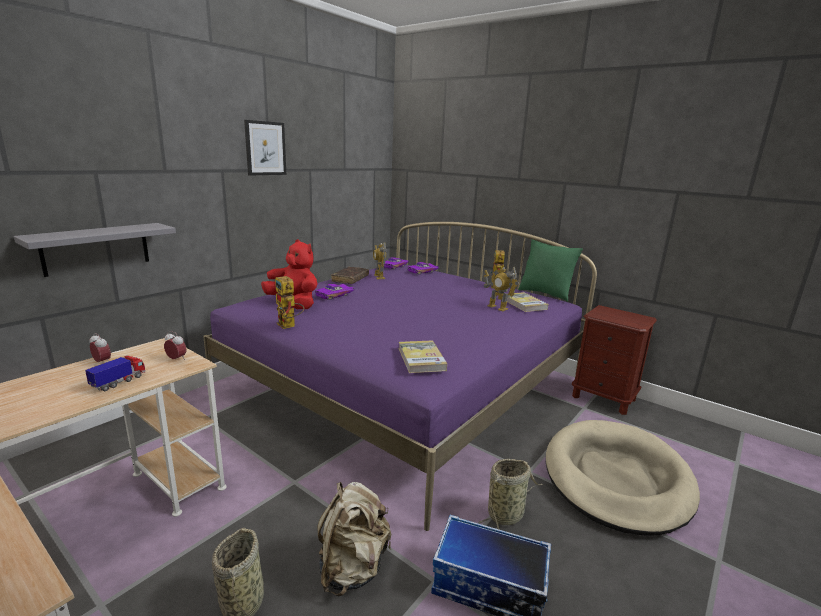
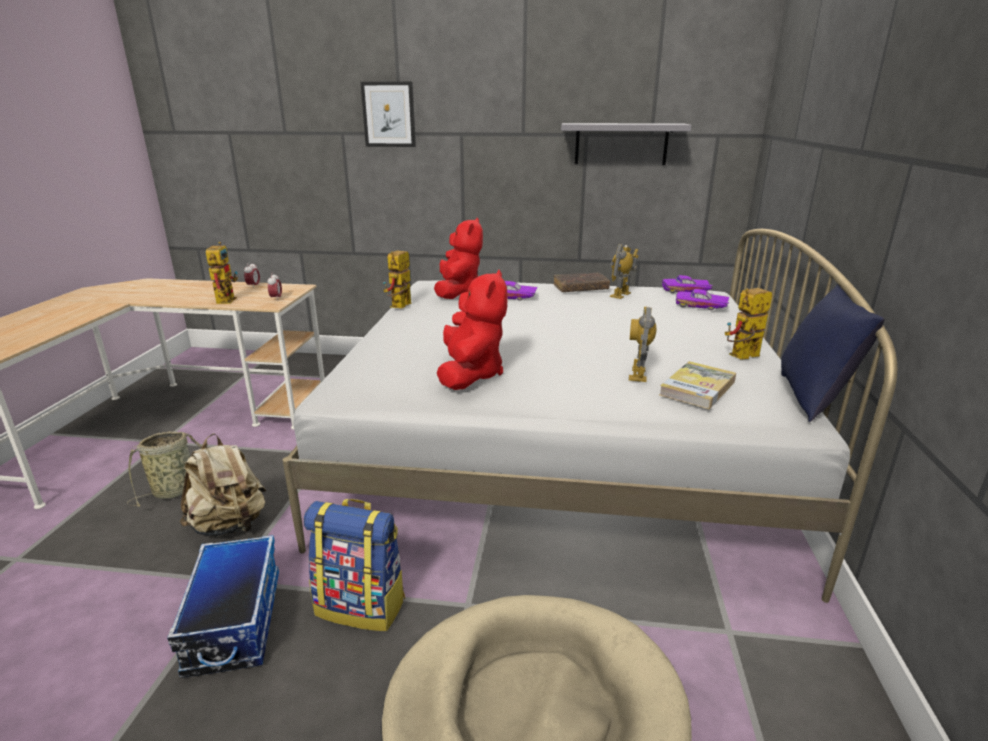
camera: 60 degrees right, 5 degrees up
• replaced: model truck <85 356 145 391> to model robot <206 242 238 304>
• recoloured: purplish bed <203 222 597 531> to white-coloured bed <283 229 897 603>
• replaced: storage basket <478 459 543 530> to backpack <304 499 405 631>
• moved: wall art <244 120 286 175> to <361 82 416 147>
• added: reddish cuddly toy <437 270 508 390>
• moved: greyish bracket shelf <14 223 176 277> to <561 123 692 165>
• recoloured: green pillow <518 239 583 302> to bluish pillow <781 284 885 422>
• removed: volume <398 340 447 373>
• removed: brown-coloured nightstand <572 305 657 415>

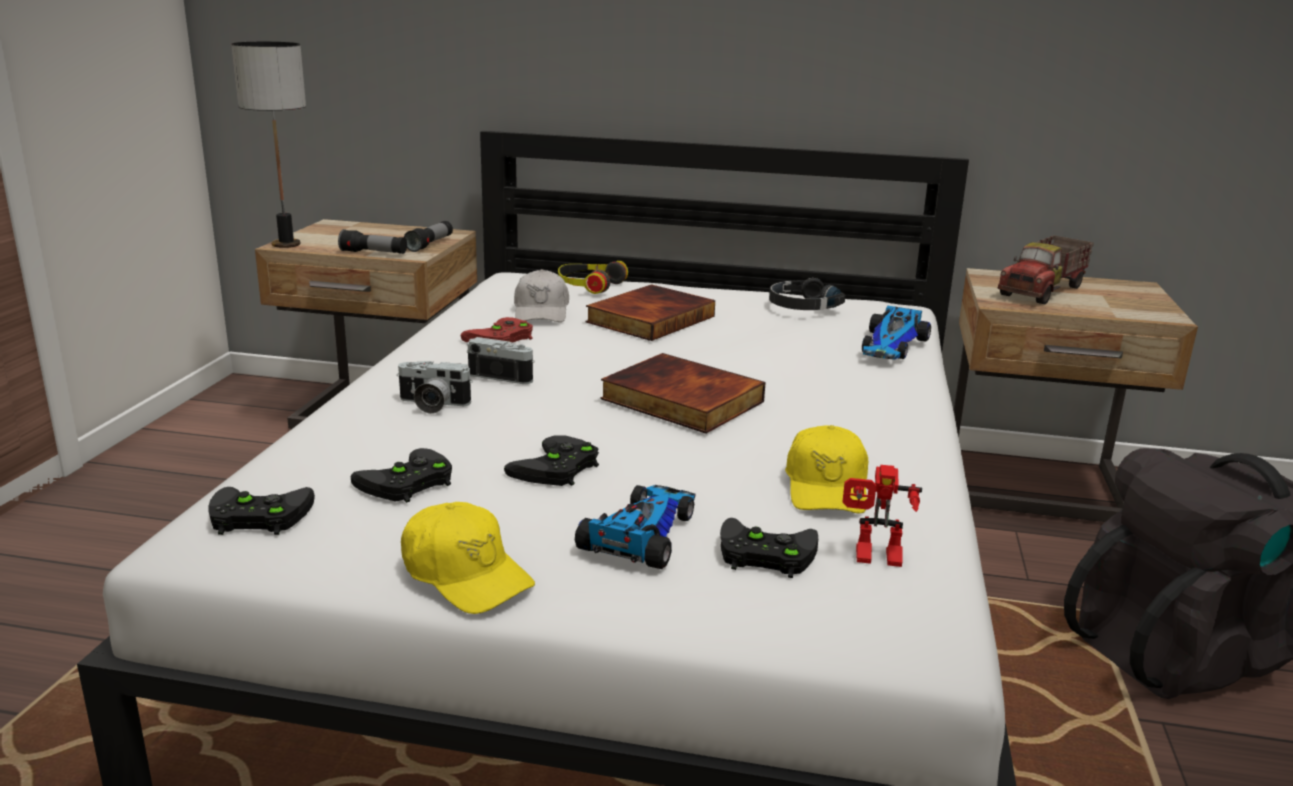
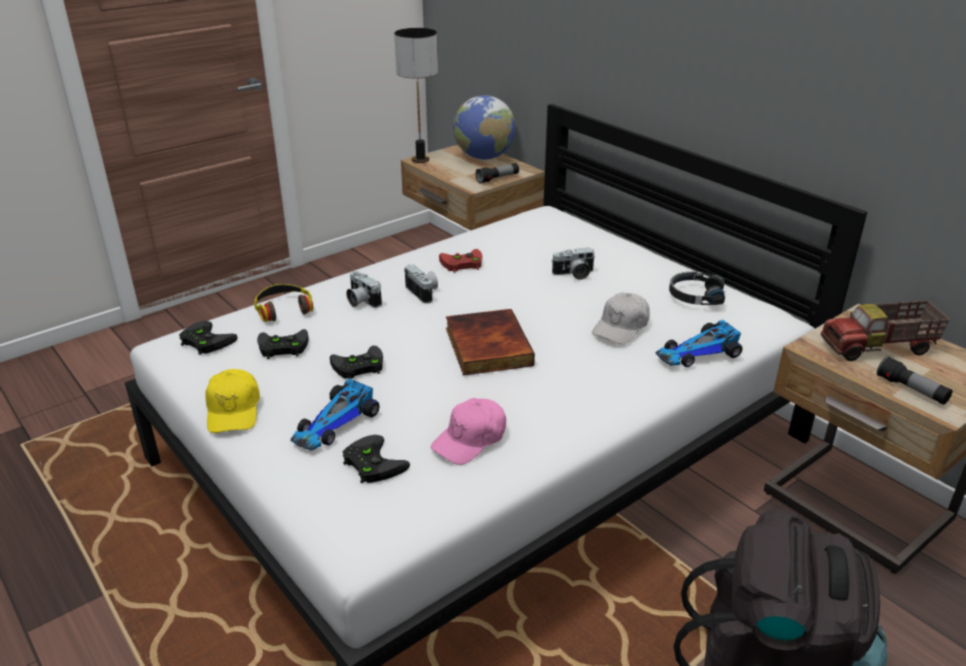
camera: 40 degrees right, 10 degrees up
• moved: headset <558 261 628 294> to <254 284 313 322>
• turned: model car <575 485 695 569> = <290 378 380 451> 150 degrees clockwise
• recoloured: yellowish peaked cap <785 425 868 514> to pink peaked cap <431 398 506 465>
• added: world globe <453 95 516 160>
• replaced: volume <585 284 715 341> to photo camera <551 248 595 280>
• moved: white-coloured peaked cap <514 269 569 322> to <592 293 650 344>
• moved: flashlight <338 229 407 254> to <877 356 953 405>
• removed: model robot <843 465 922 567>

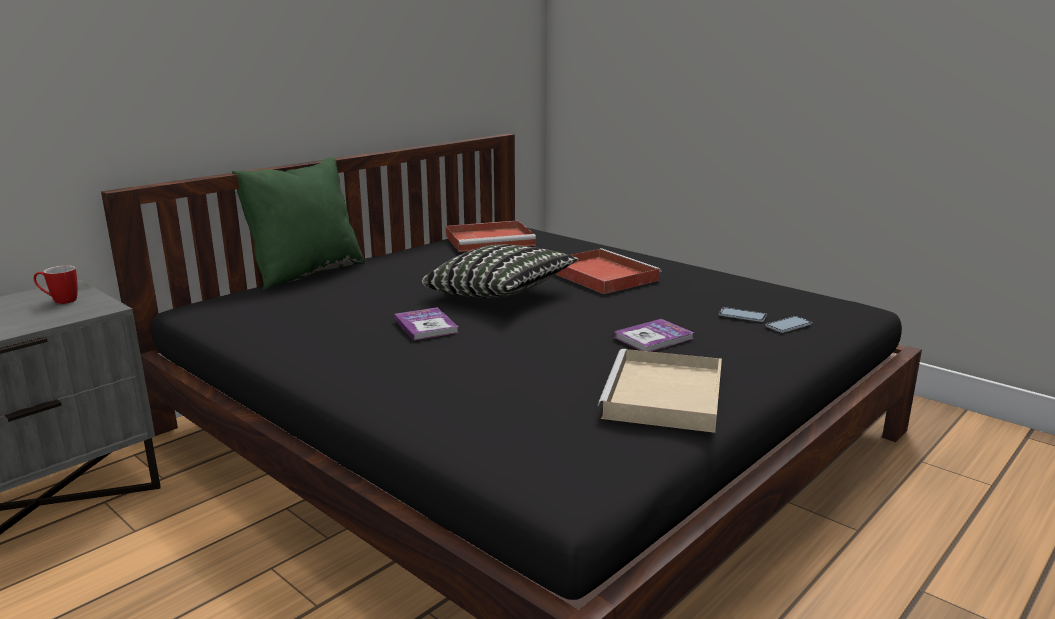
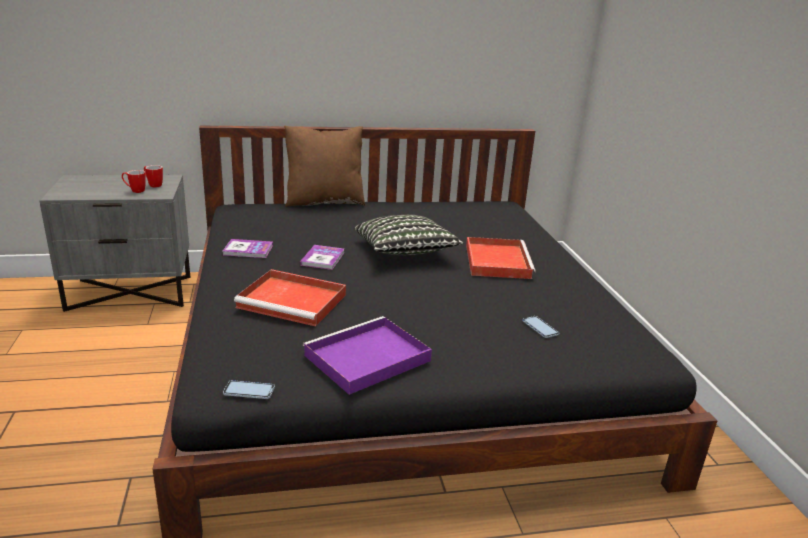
camera: 35 degrees right, 5 degrees up
• added: tea mug <122 170 146 193>
• moved: volume <614 319 694 352> to <223 239 273 258>
• moved: handset <766 316 812 333> to <223 380 275 399>
• moved: reddish tray <445 220 536 252> to <234 269 346 327>
• recoloured: green pillow <232 157 365 290> to brown-coloured pillow <284 125 365 207>
• recoloured: sand-coloured tray <598 349 722 433> to purplish tray <303 316 432 395>

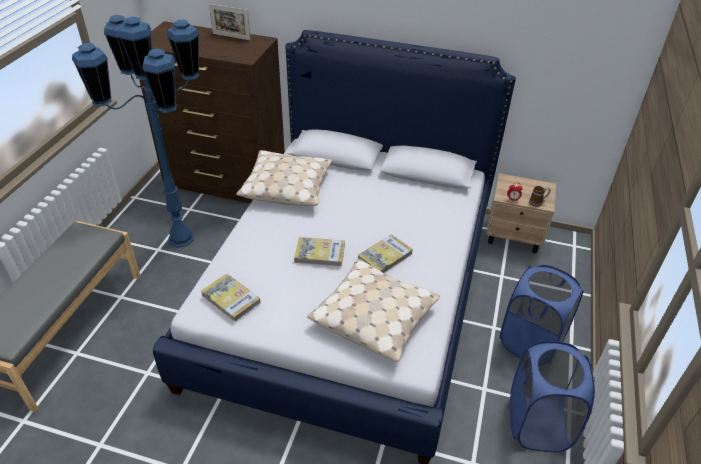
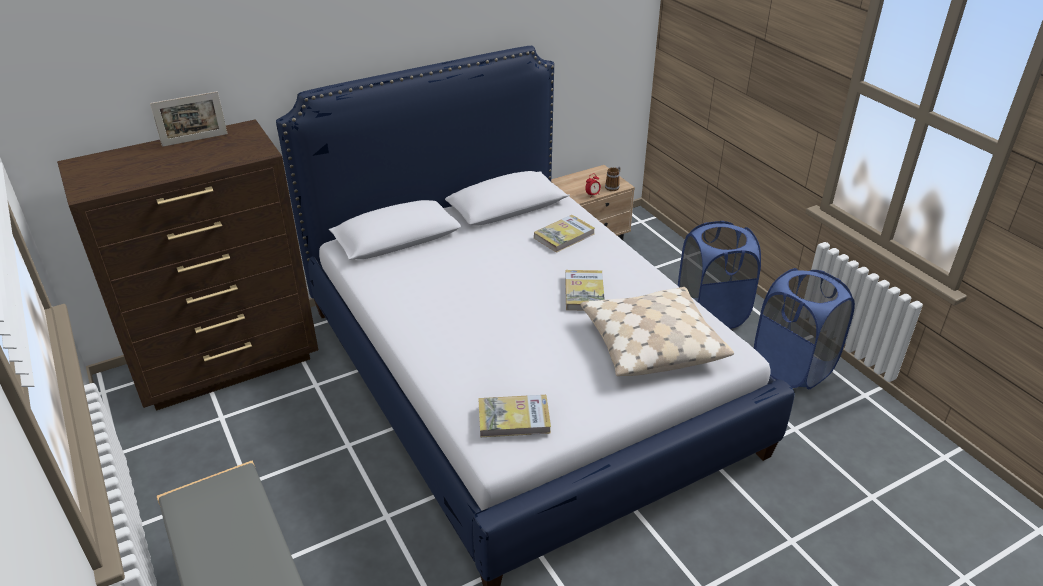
camera: 45 degrees left, 5 degrees down
• moved: volume <294 237 345 267> to <534 215 595 253>
• removed: bluish standing lamp <72 15 199 248>
• removed: sand-coloured pillow <236 150 332 206>

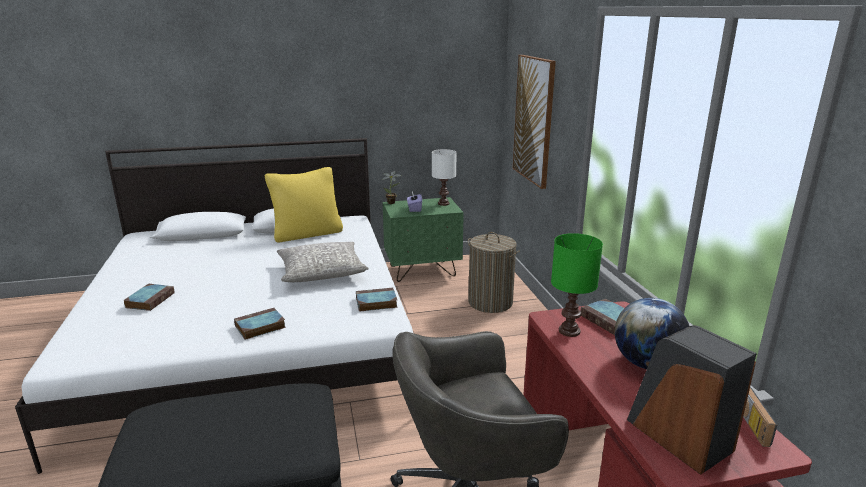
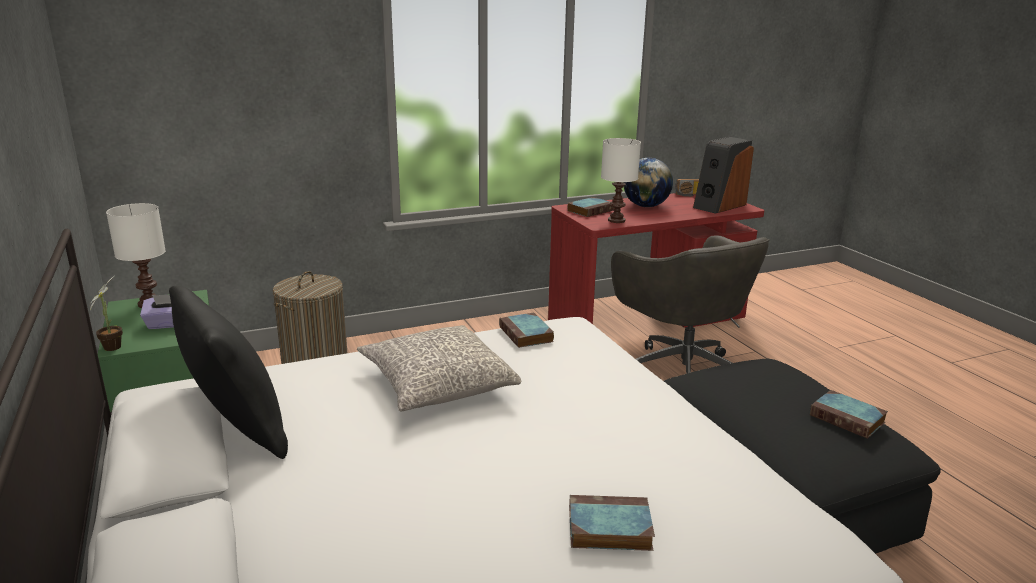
camera: 100 degrees left, 0 degrees up
• recoloured: yellowish pillow <265 167 343 242> to black-coloured pillow <169 286 288 459>
• recoloured: green table lamp <551 233 603 337> to white-coloured table lamp <601 138 641 223>
• moved: volume <234 308 286 340> to <809 390 888 439>
• removed: wall art <513 55 556 189>

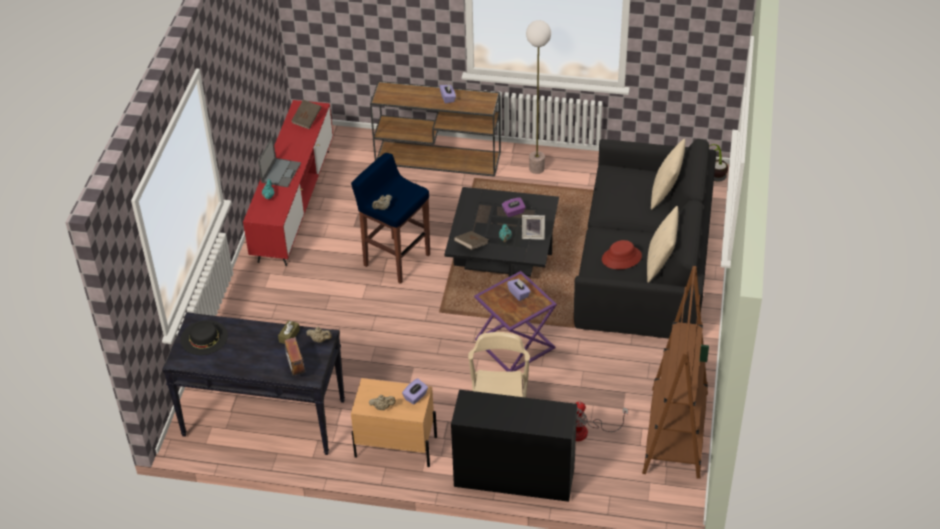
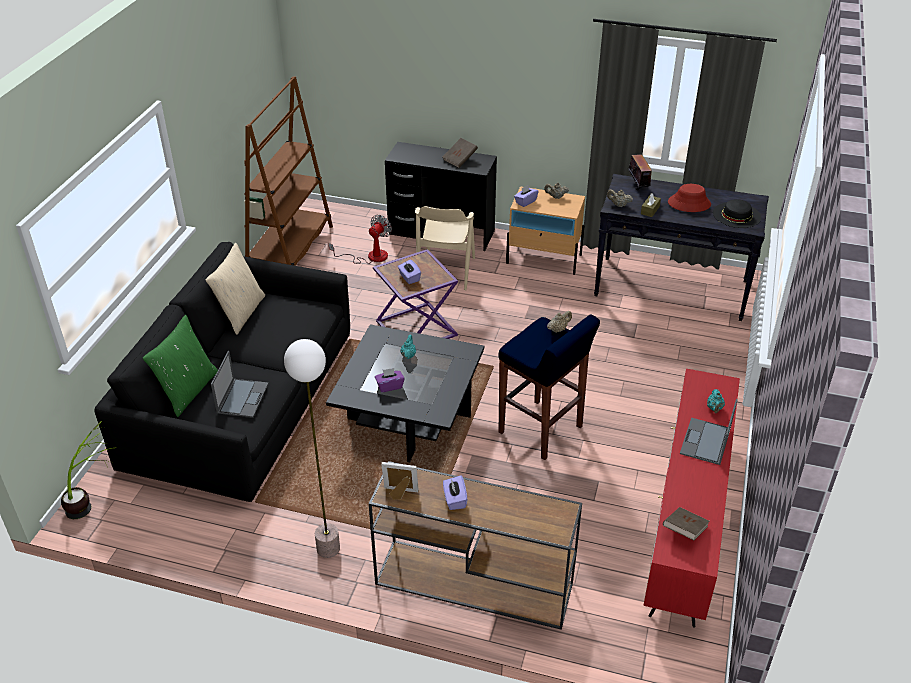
camera: 175 degrees left, 5 degrees down
• recoloured: sand-coloured pillow <651 139 685 210> to green pillow <143 315 218 417>
• added: portable computer <211 351 269 418>
• moved: picture frame <522 215 545 240> to <381 462 419 500>
• moved: brown-coloured volume <454 231 488 250> to <443 138 478 168>
• moved: reddish hat <602 240 642 269> to <668 184 711 212>

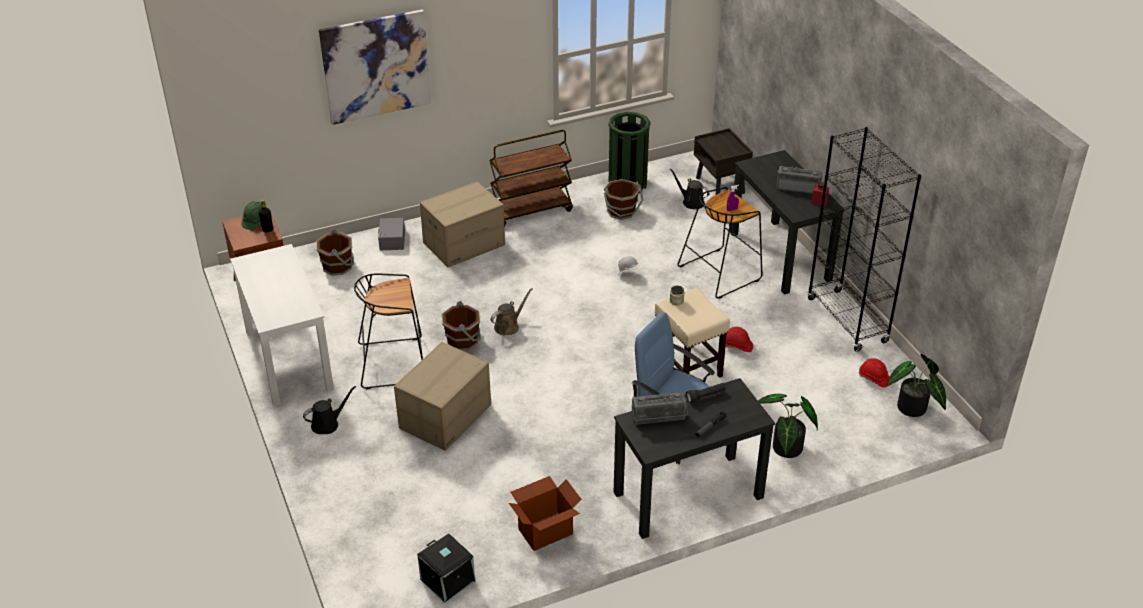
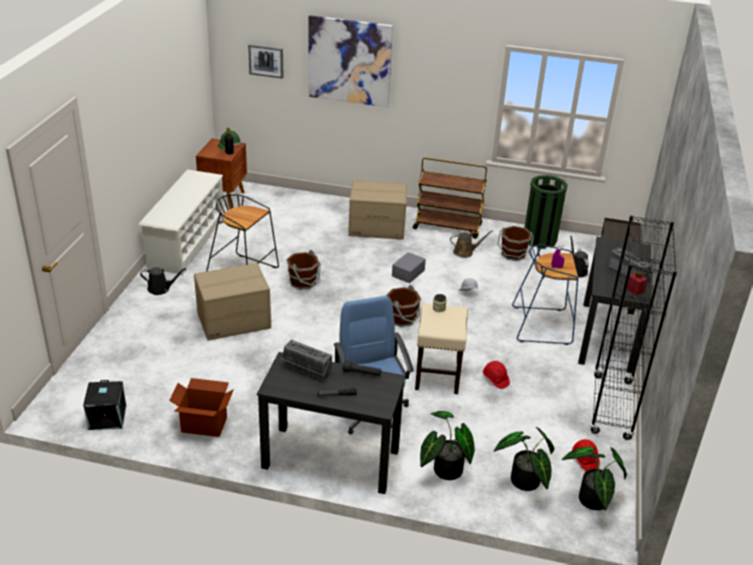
camera: 35 degrees right, 5 degrees down
• replaced: white-coloured desk unit <230 244 334 406> to white-coloured shoe rack <139 169 224 276>
• added: wall art <248 44 283 79>
• moved: brown-coloured water bucket <316 229 354 276> to <386 285 421 327>
• moved: greyish storage bin <378 218 405 250> to <392 252 426 283>
• moved: brown-coloured sprinkling can <491 288 532 335> to <450 231 493 258>
• added: potted plant <494 427 554 491>
• recoloured: black-coloured sitting stool <677 187 762 299> to bluish sitting stool <512 244 578 345>

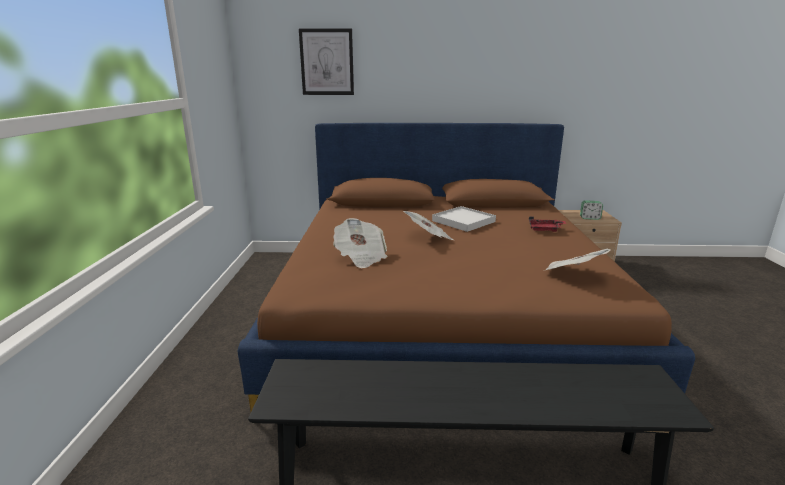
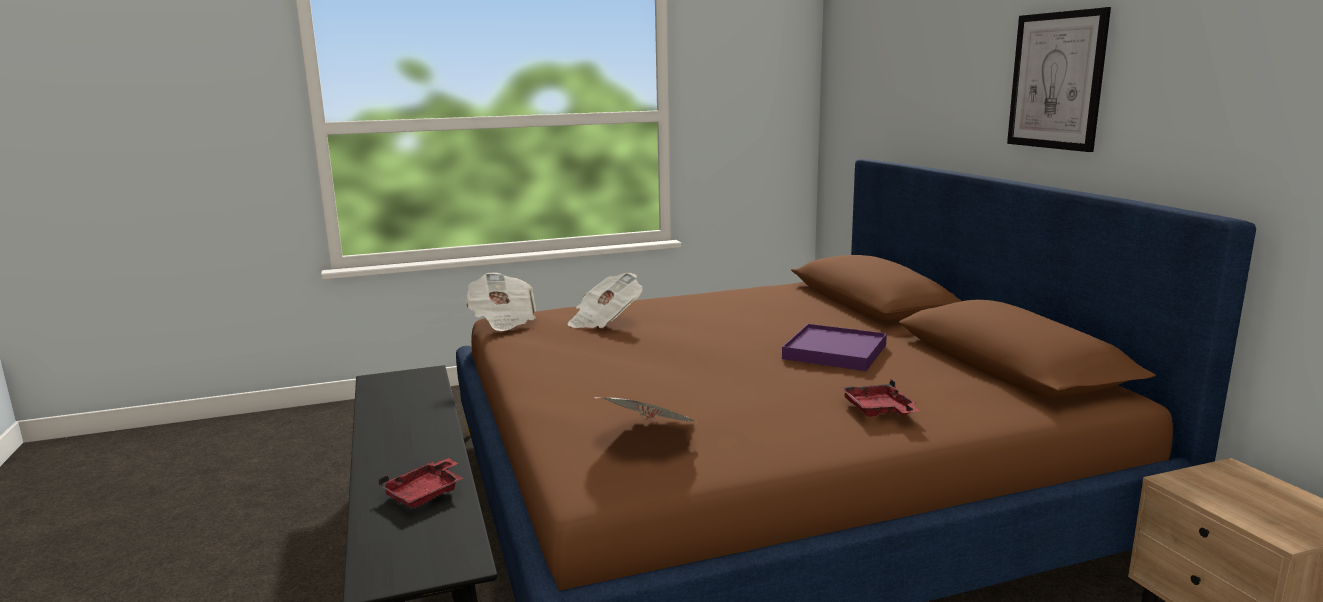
camera: 70 degrees right, 5 degrees down
• added: reddish tray <379 458 463 508>
• moved: printed paper <403 211 453 240> to <466 272 536 331>
• recoloured: white-coloured tray <432 206 496 232> to purplish tray <782 324 887 371>
• moved: wall art <299 28 354 95> to <1007 7 1111 152>
• removed: bedside clock <580 200 603 220>

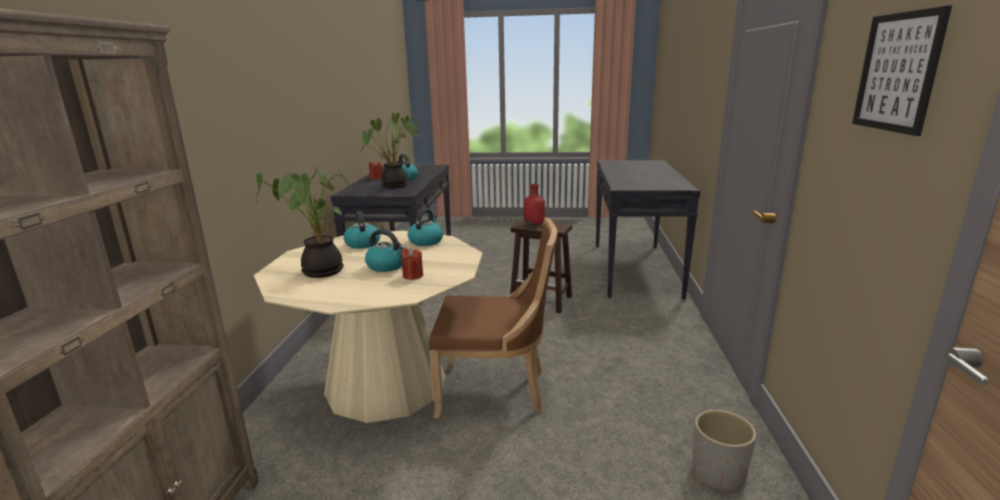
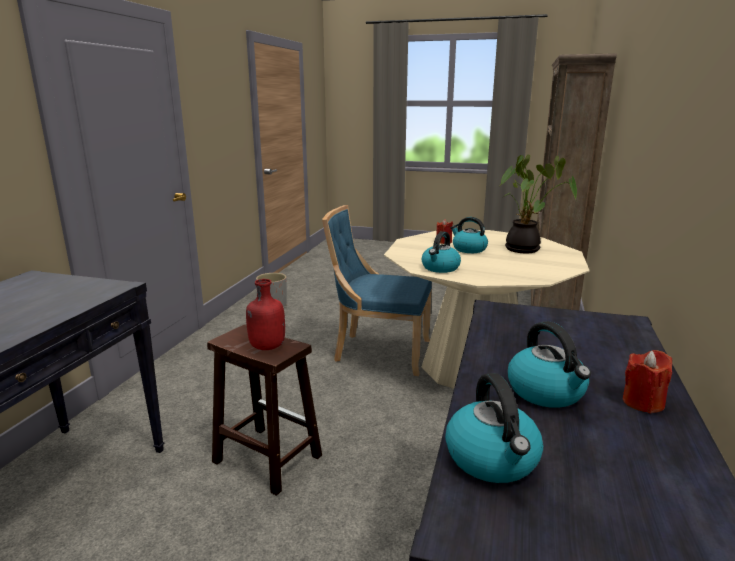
camera: 170 degrees left, 0 degrees up
• recoloured: brown-coloured plain chair <429 218 557 418> to bluish plain chair <322 205 432 376>
• moved: tea kettle <344 211 380 249> to <445 373 543 483>
• removed: potted plant <361 112 421 188>
• removed: wall art <852 6 952 136>

